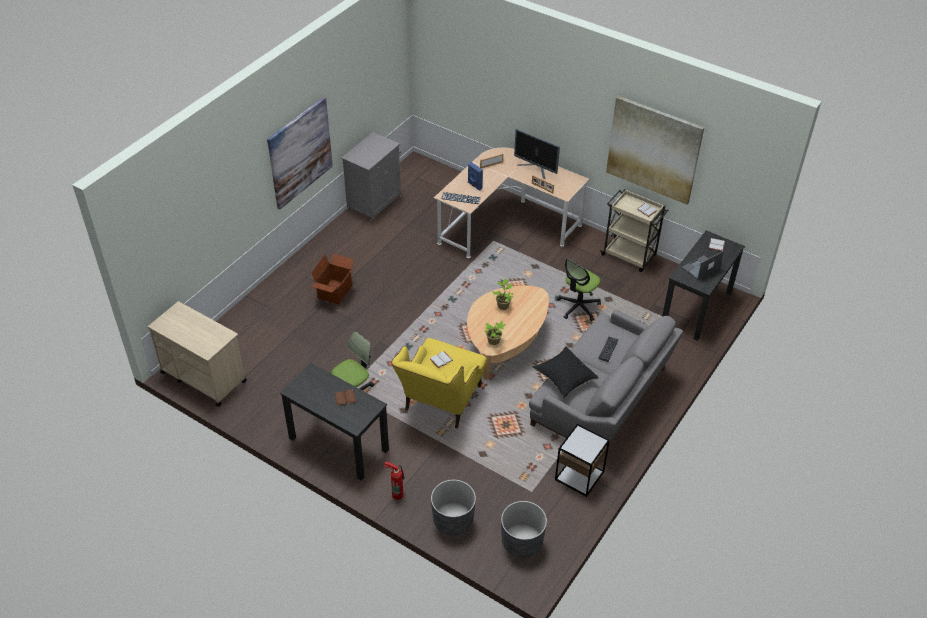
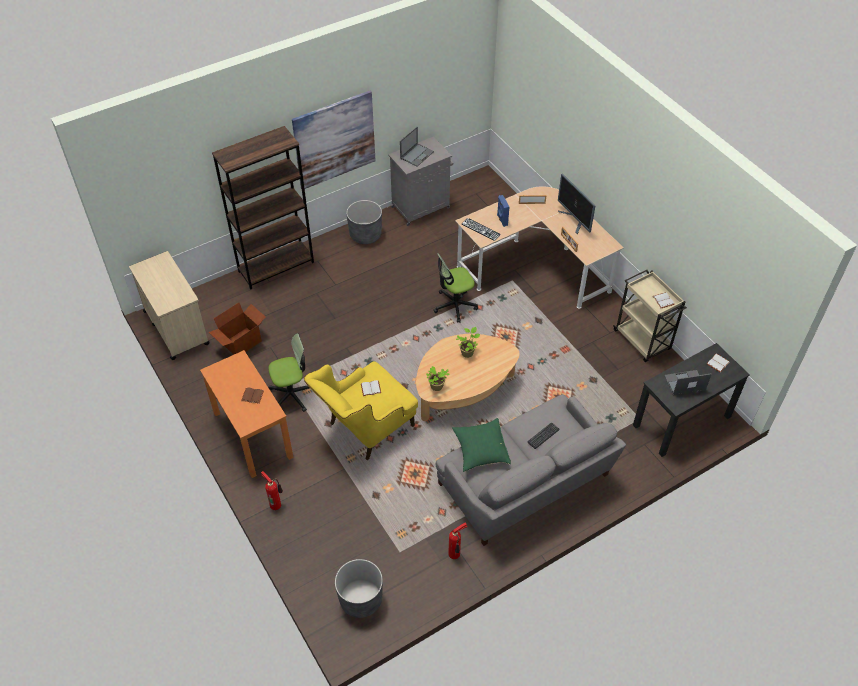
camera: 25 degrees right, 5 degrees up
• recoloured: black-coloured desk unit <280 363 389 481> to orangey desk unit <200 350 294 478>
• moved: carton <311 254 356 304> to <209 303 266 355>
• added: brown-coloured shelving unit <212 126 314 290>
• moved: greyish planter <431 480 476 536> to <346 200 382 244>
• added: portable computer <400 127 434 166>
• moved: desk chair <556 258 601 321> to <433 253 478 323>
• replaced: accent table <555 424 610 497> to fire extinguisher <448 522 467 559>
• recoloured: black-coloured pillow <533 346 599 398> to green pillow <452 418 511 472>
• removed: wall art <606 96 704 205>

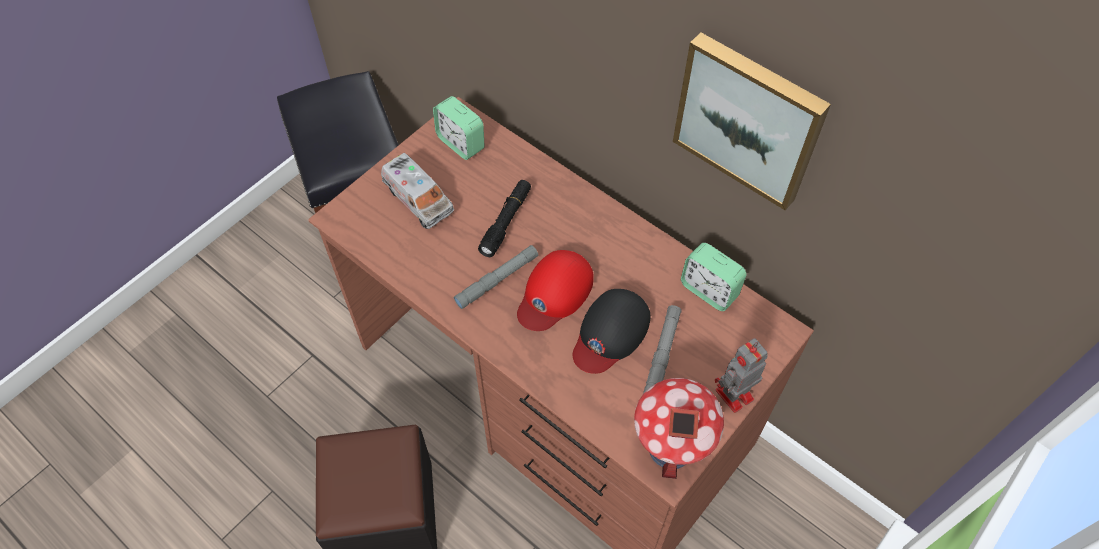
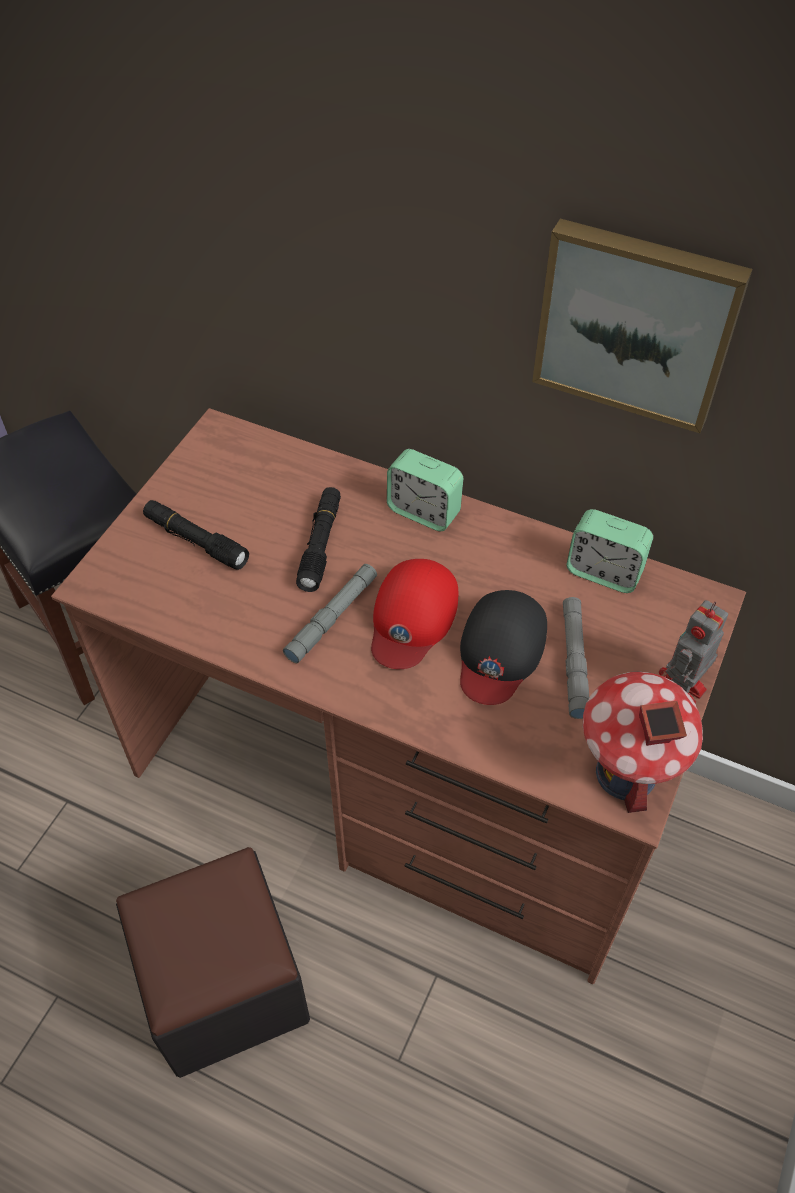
camera: 15 degrees left, 5 degrees down
• replaced: model truck <381 153 454 229> to black-coloured flashlight <143 500 249 570>
• moved: bedside clock <433 96 485 160> to <387 449 463 531>

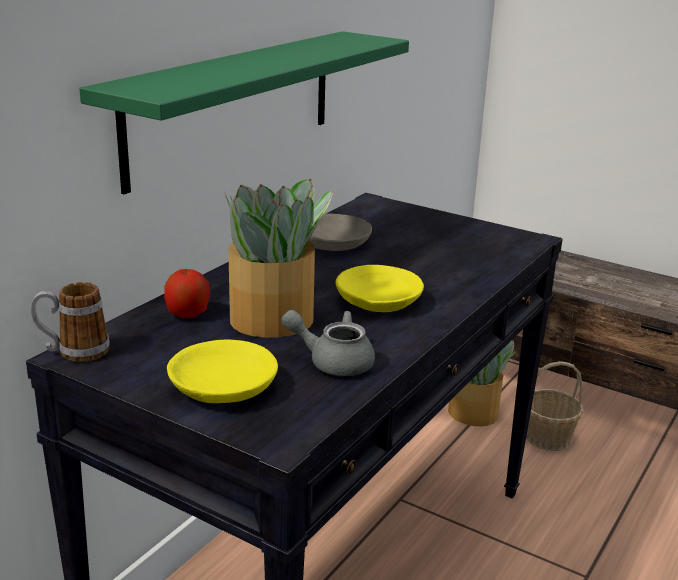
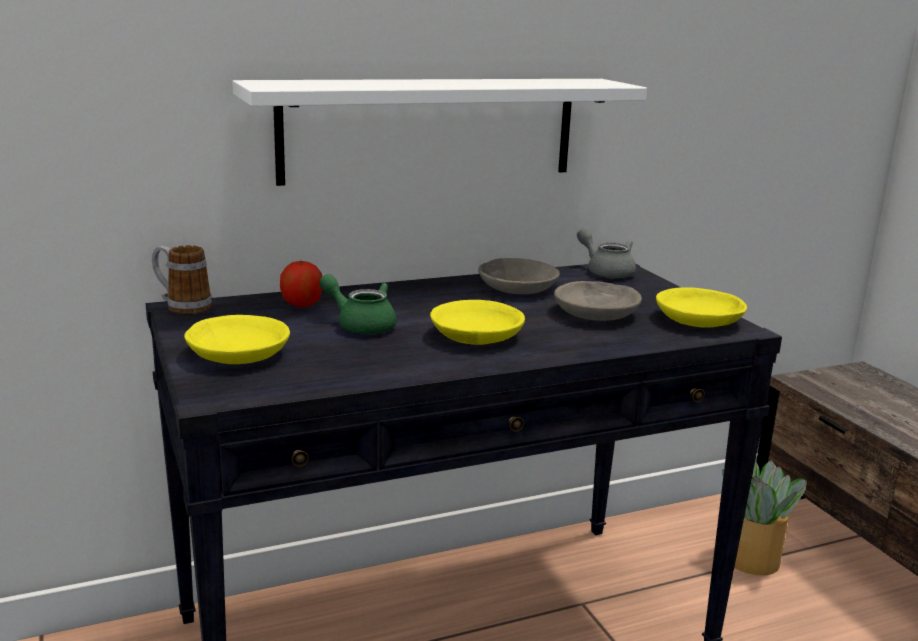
camera: 35 degrees right, 5 degrees down
• recoloured: green bracket shelf <79 31 409 194> to white-coloured bracket shelf <232 79 647 186>
• replaced: potted plant <224 179 333 338> to green tea pot <319 274 396 334>
• added: greyish bowl <554 281 642 321>
• moved: greyish tea pot <281 310 375 376> to <577 228 636 279>
• added: yellowish bowl <656 287 747 328>
• removed: storage basket <526 361 584 451>

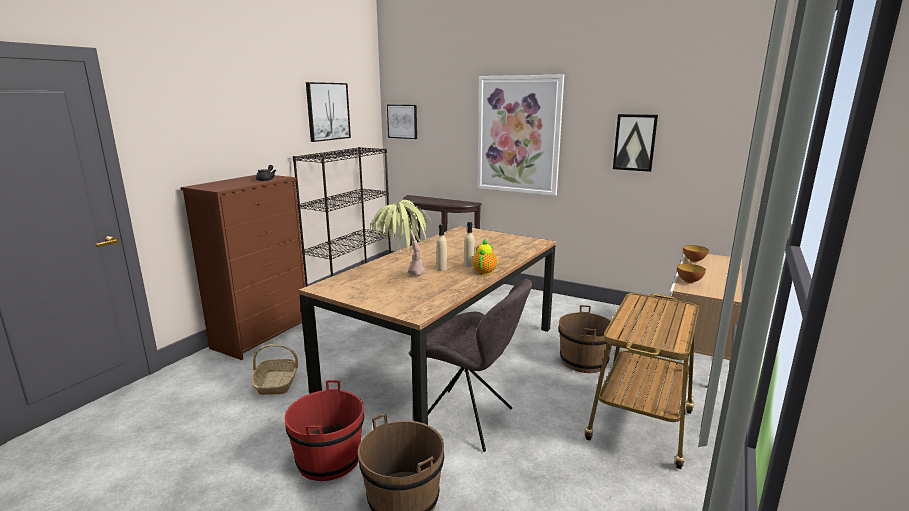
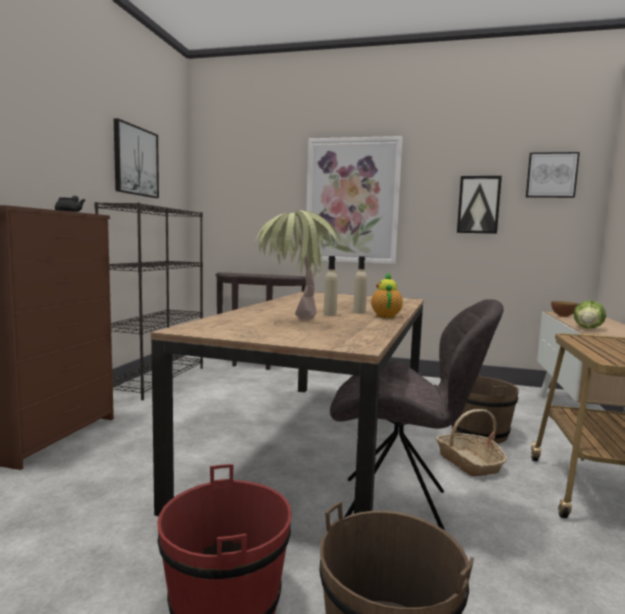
camera: 15 degrees left, 10 degrees down
• moved: storage basket <252 344 298 395> to <436 409 507 477>
• moved: wall art <387 105 417 139> to <526 152 580 198>
• replaced: bowl <677 264 706 283> to lettuce <573 301 606 328>

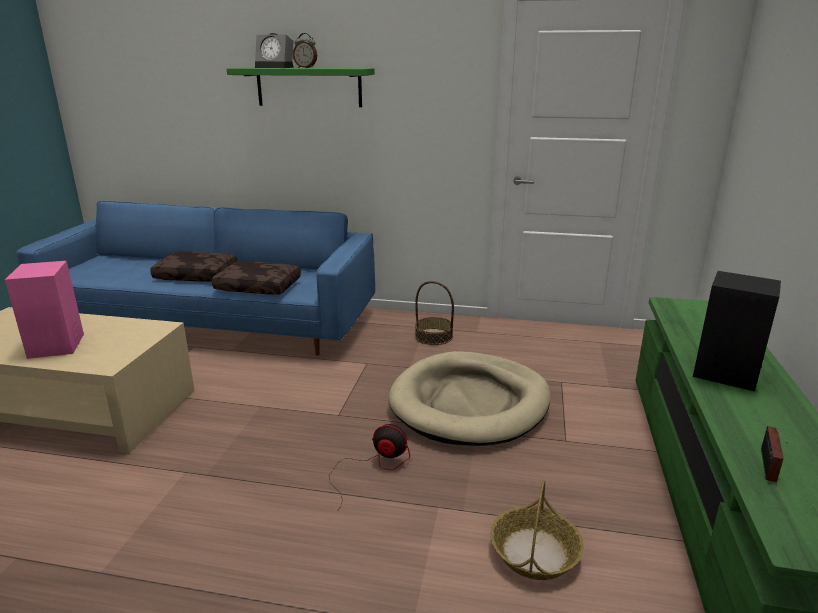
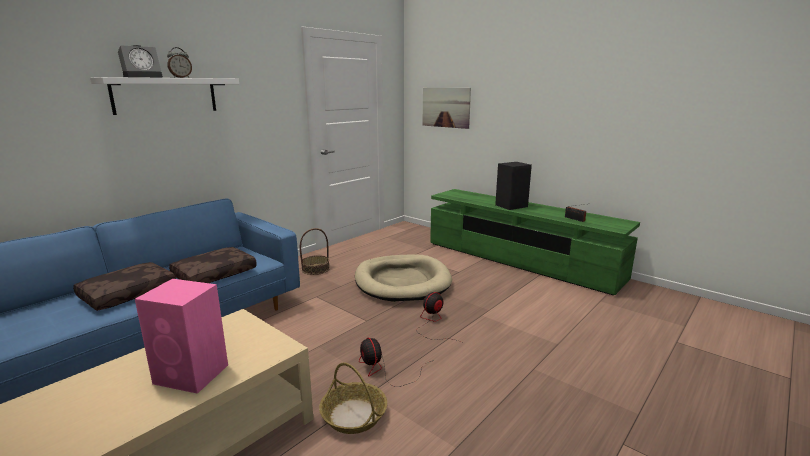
camera: 60 degrees left, 5 degrees down
• recoloured: green bracket shelf <227 68 375 107> to white-coloured bracket shelf <90 77 239 115>
• moved: storage basket <490 480 584 580> to <319 362 387 434>
• added: cooling fan <359 338 434 387>
• added: wall art <423 88 471 129>

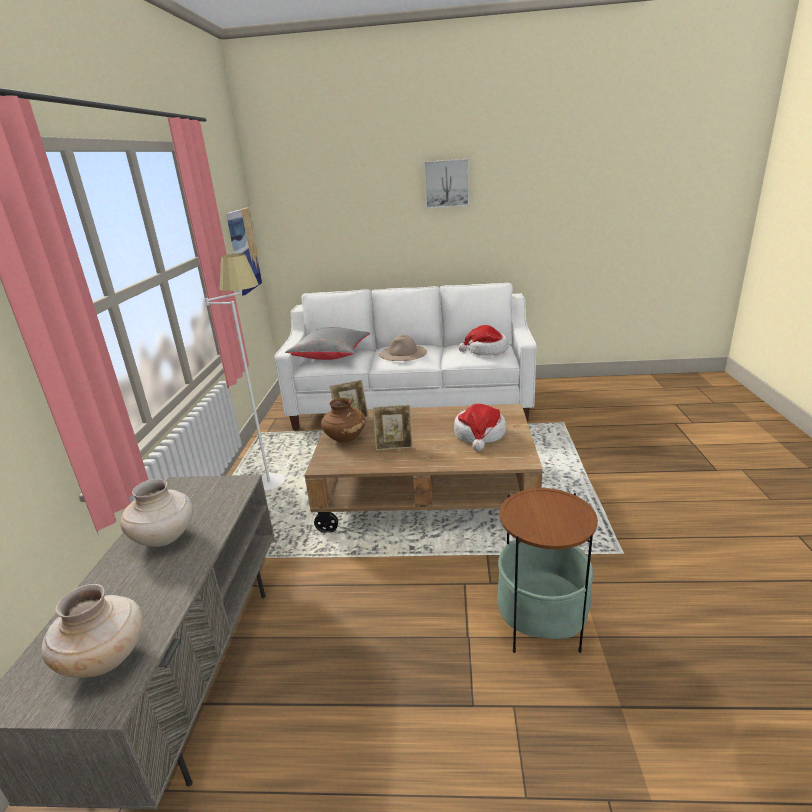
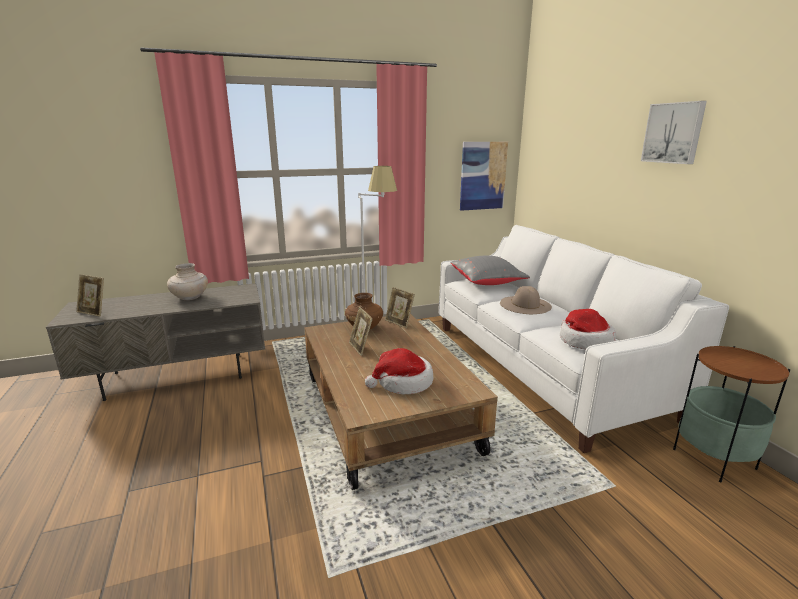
camera: 65 degrees right, 5 degrees down
• replaced: sand-coloured flower vase <41 584 143 678> to picture frame <76 274 104 316>
• moved: accent table <497 488 598 653> to <673 346 790 483>

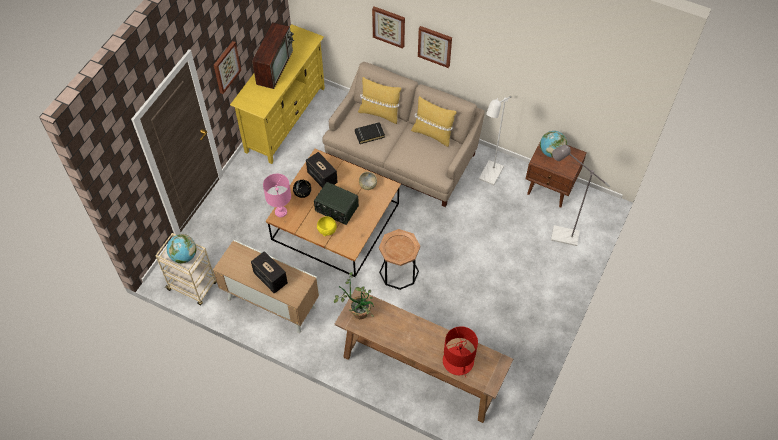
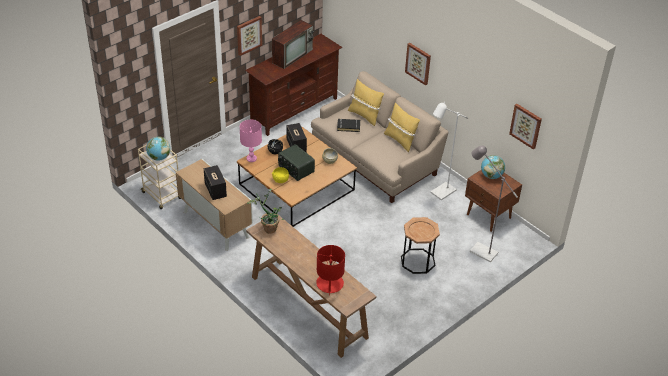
camera: 20 degrees right, 15 degrees down
• recoloured: yellowish tv stand <230 24 325 164> to brown-coloured tv stand <245 34 342 136>
• moved: brown-coloured accent table <379 229 420 290> to <401 217 440 274>
• moved: wall art <372 6 405 49> to <509 104 542 150>

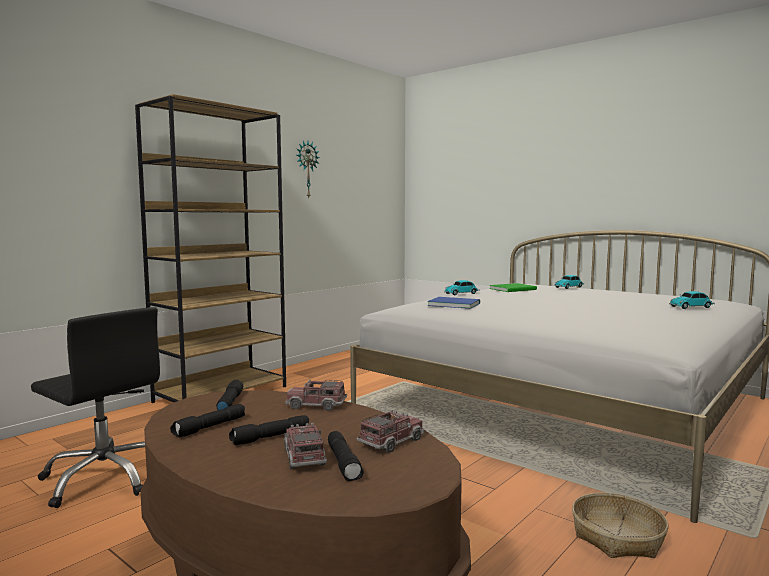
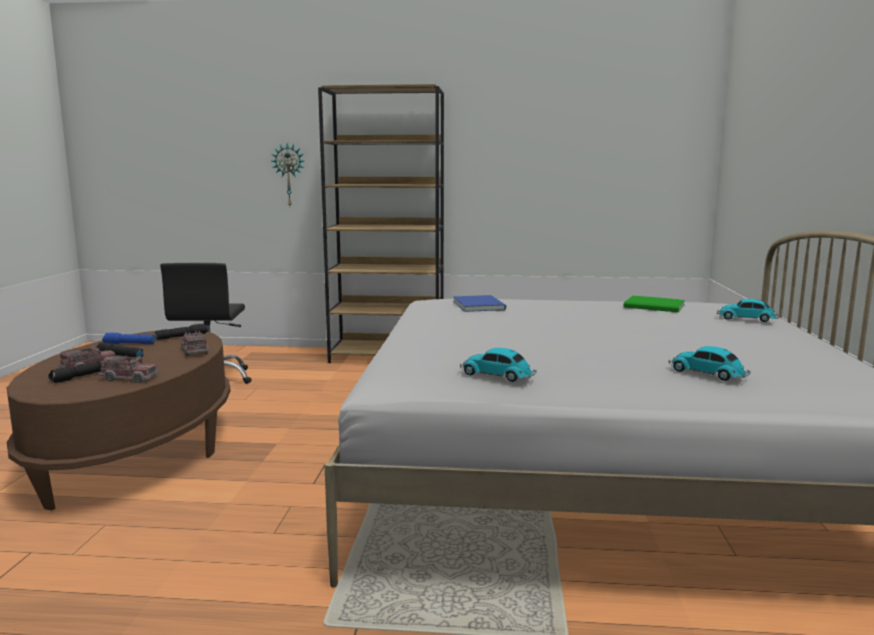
camera: 55 degrees right, 5 degrees up
• recoloured: black-coloured flashlight <170 404 245 438> to bluish flashlight <102 333 155 344>
• moved: clock on the wall <296 141 320 197> to <272 143 304 206>
• moved: model car <444 280 480 295> to <460 348 536 382>
• removed: storage basket <572 493 669 558>

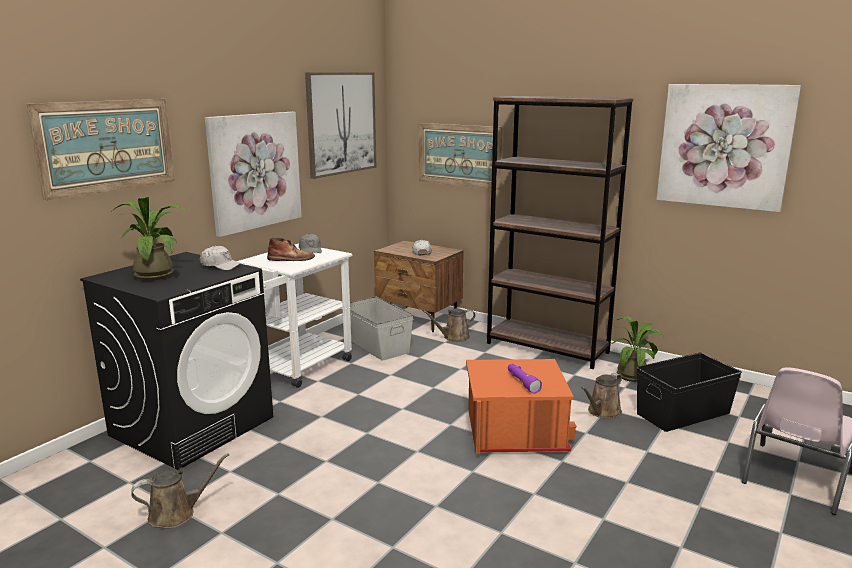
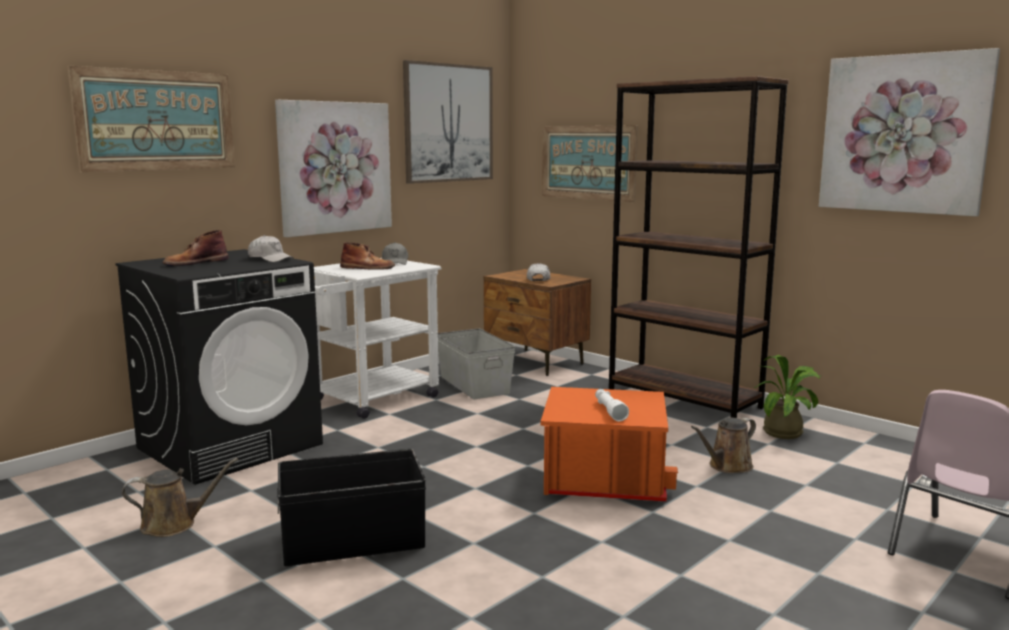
camera: 10 degrees right, 5 degrees down
• replaced: potted plant <111 197 187 281> to brown-coloured boot <163 230 229 266>
• moved: black-coloured storage bin <637 353 742 432> to <277 449 426 566>
• recoloured: purplish flashlight <508 364 542 393> to white-coloured flashlight <595 389 629 422>
• removed: brown-coloured sprinkling can <423 308 476 341>

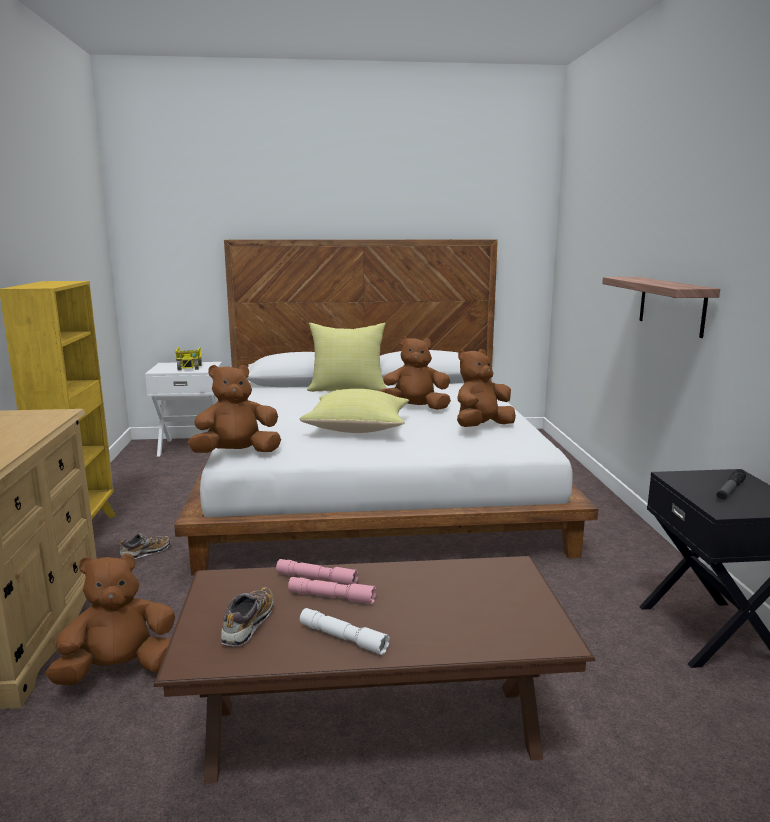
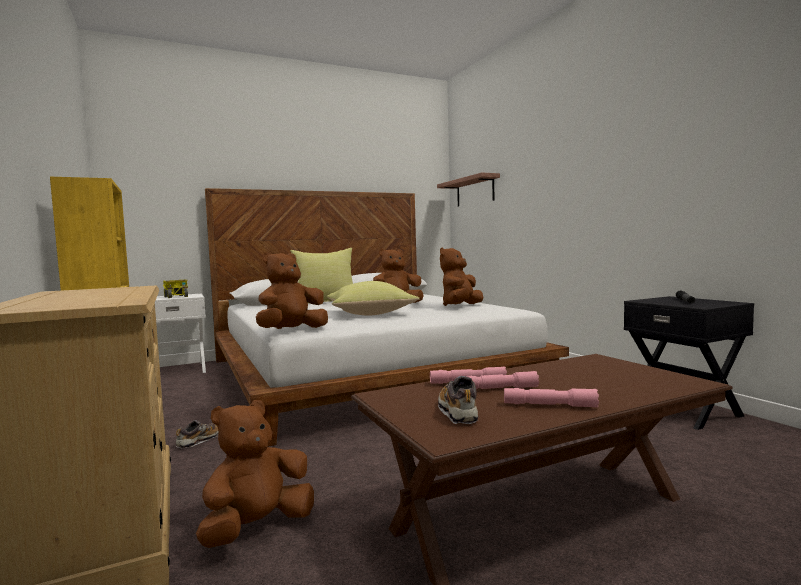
camera: 20 degrees left, 10 degrees down
• moved: bracket shelf <602 277 720 338> to <437 173 500 207>
• recoloured: white-coloured flashlight <300 608 390 655> to pink flashlight <504 388 599 408>

